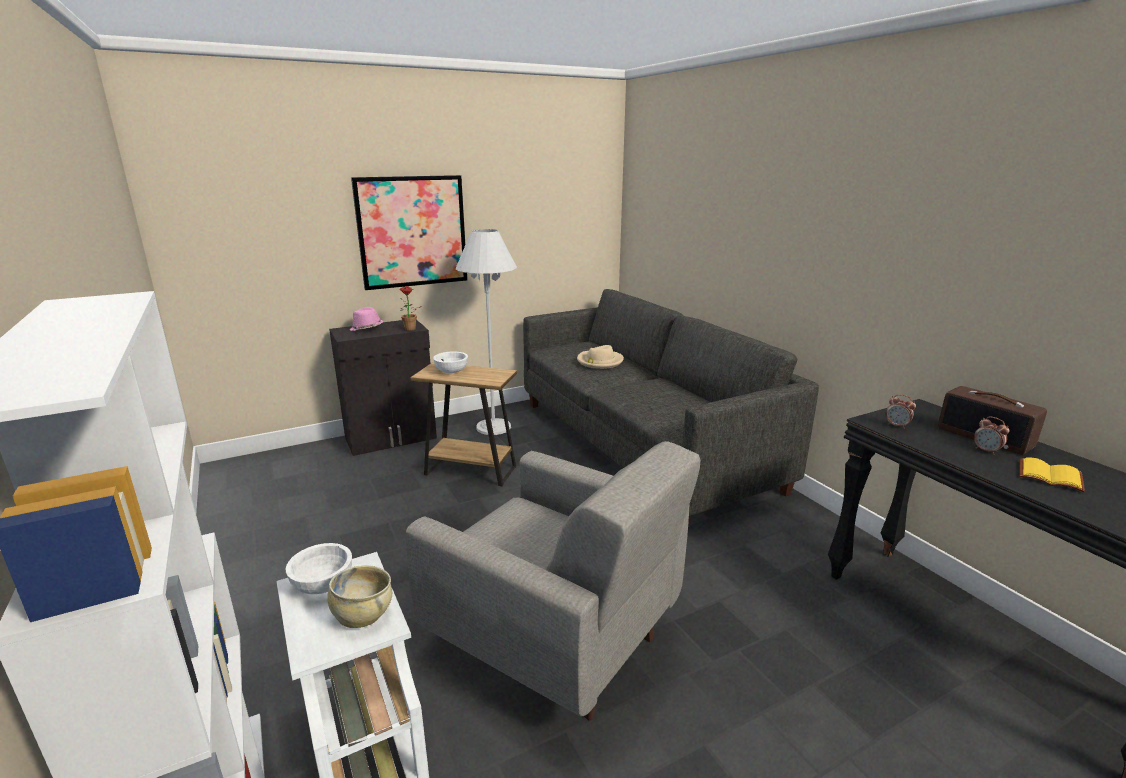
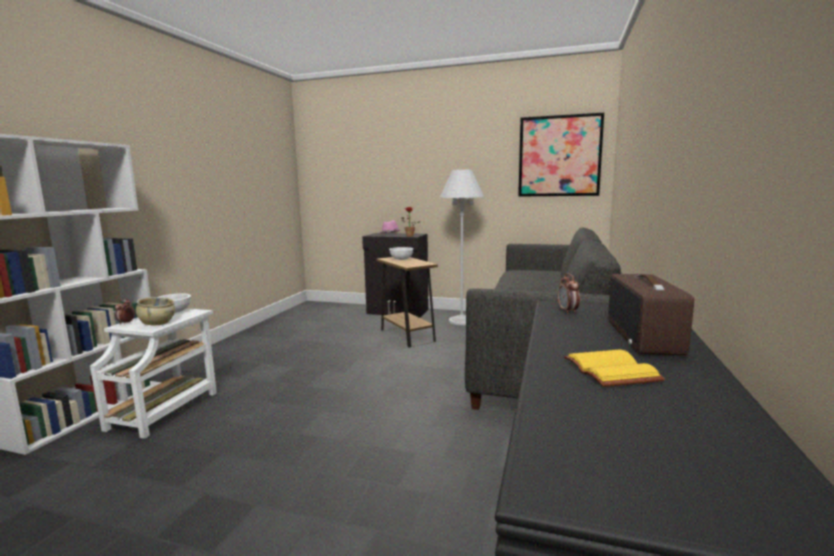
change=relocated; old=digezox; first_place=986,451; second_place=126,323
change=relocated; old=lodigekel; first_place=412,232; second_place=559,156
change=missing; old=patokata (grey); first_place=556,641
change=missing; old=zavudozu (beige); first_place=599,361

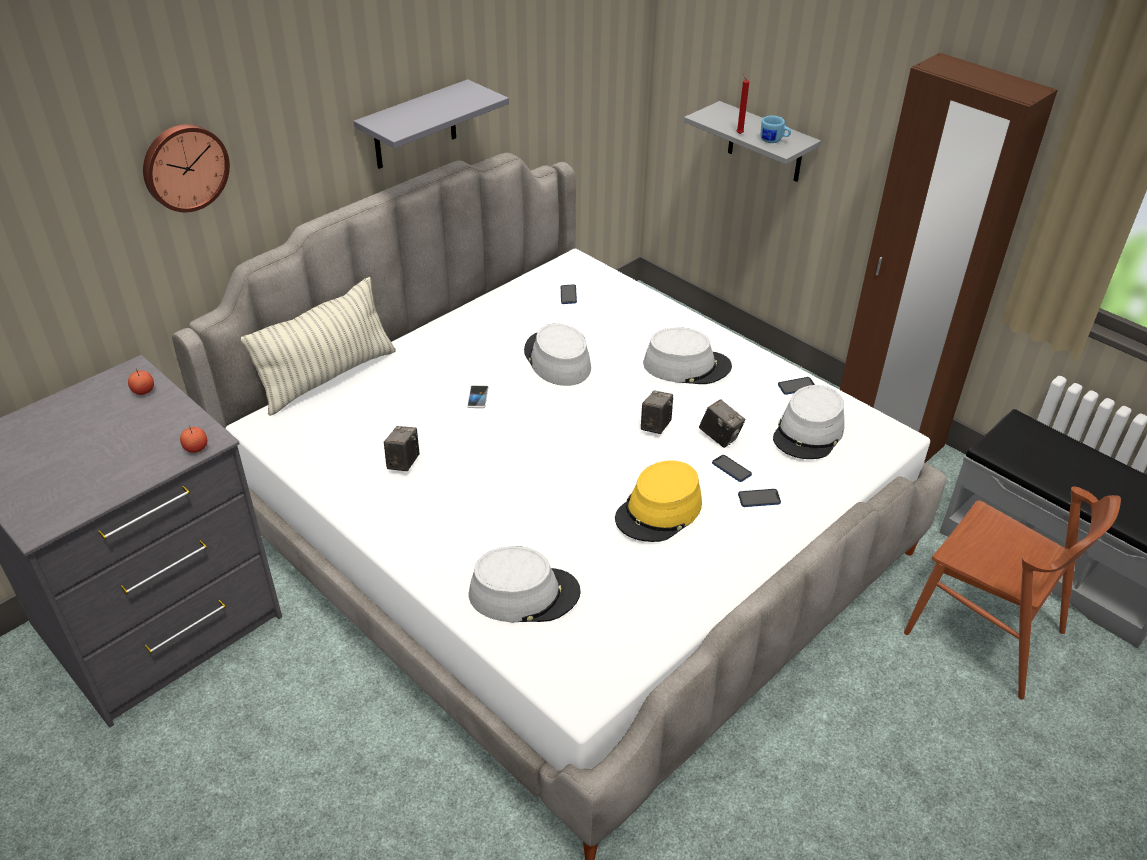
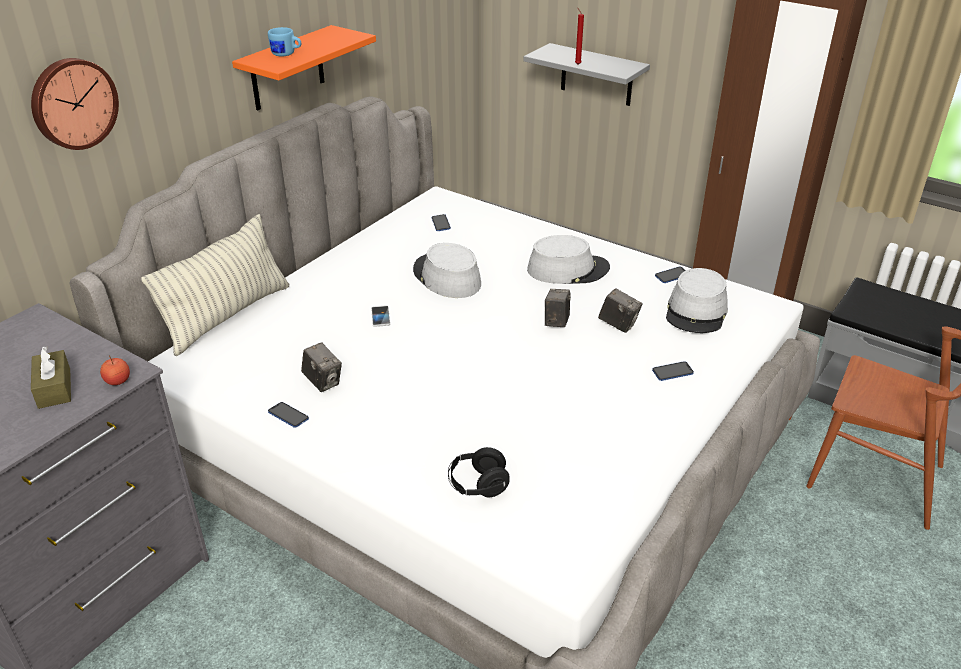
change=appeared; new=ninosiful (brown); second_place=54,388
change=colour; old=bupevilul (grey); new=bupevilul (orange); first_place=415,126; second_place=287,69
change=relocated; old=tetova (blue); first_place=774,141; second_place=286,54
change=relocated; old=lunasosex; first_place=731,469; second_place=288,415
change=spun; old=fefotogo; first_place=403,462; second_place=323,382; degrees=135
change=exchanged; old=zavudozu (grey); new=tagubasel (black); first_place=524,593; second_place=478,485
change=missing; old=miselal; first_place=143,391
change=missing; old=zavudozu (yellow); first_place=659,511

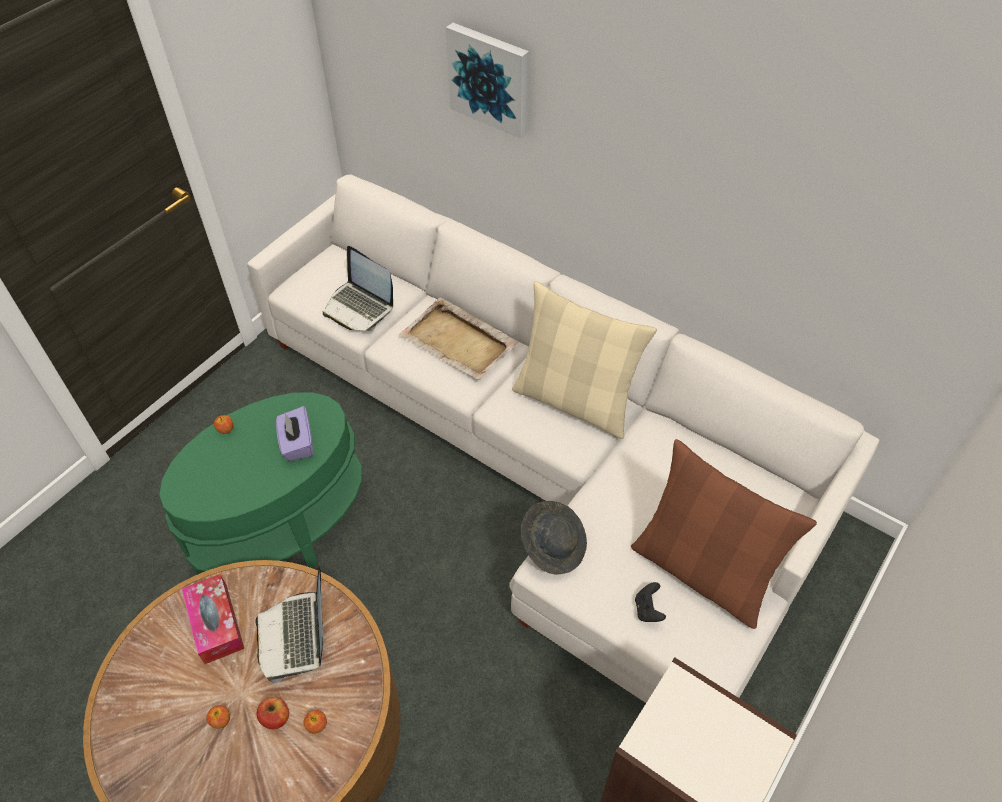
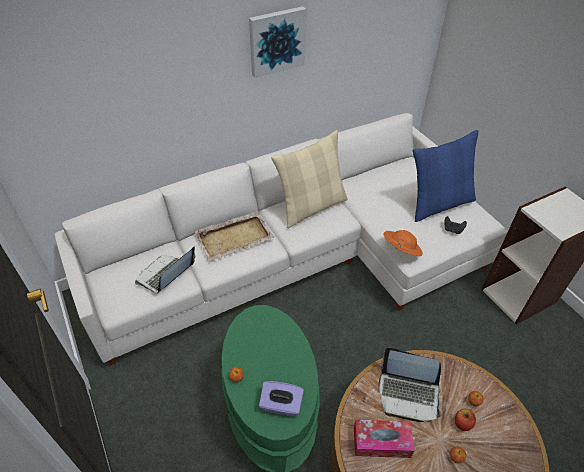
change=spun; old=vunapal; first_place=359,307; second_place=166,275; degrees=150
change=relocated; old=lodigekel; first_place=490,79; second_place=276,41
change=relocated; old=ninosiful (purple); first_place=297,444; second_place=281,405
change=colour; old=zavudozu (grey); new=zavudozu (orange); first_place=553,545; second_place=400,250
change=colour; old=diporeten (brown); new=diporeten (blue); first_place=702,571; second_place=439,204

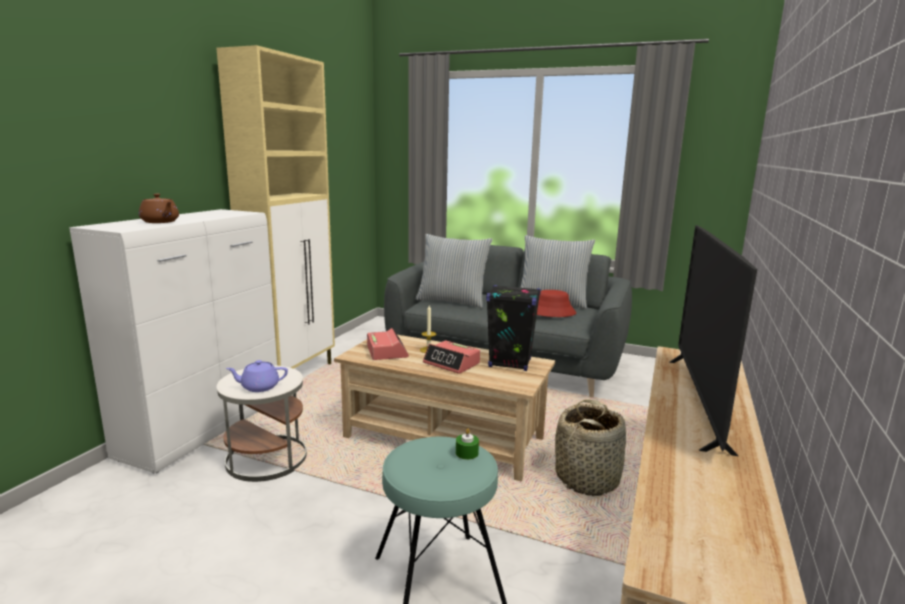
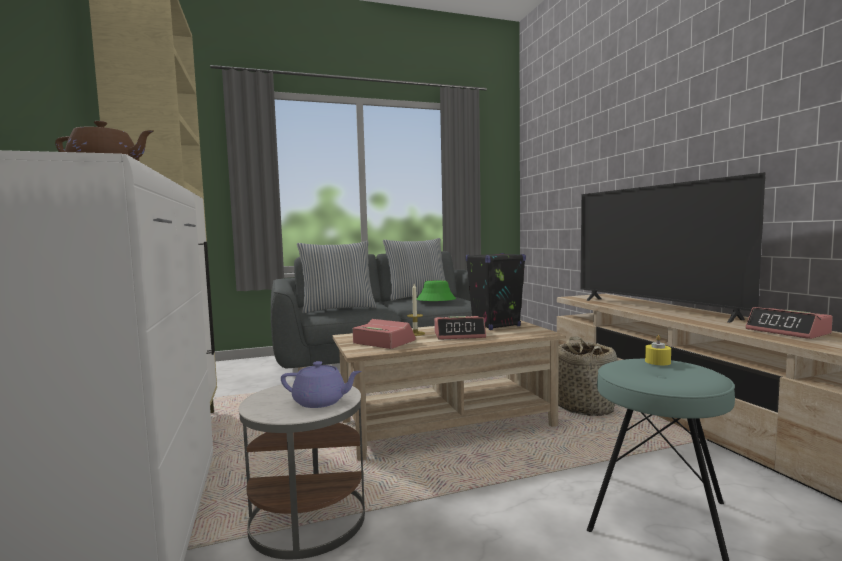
change=spun; old=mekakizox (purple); first_place=259,387; second_place=321,402; degrees=-120
change=colour; old=zavudozu (red); new=zavudozu (green); first_place=551,312; second_place=436,300
change=colour; old=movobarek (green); new=movobarek (yellow); first_place=467,453; second_place=657,362
change=appeared; new=digezox; second_place=788,332

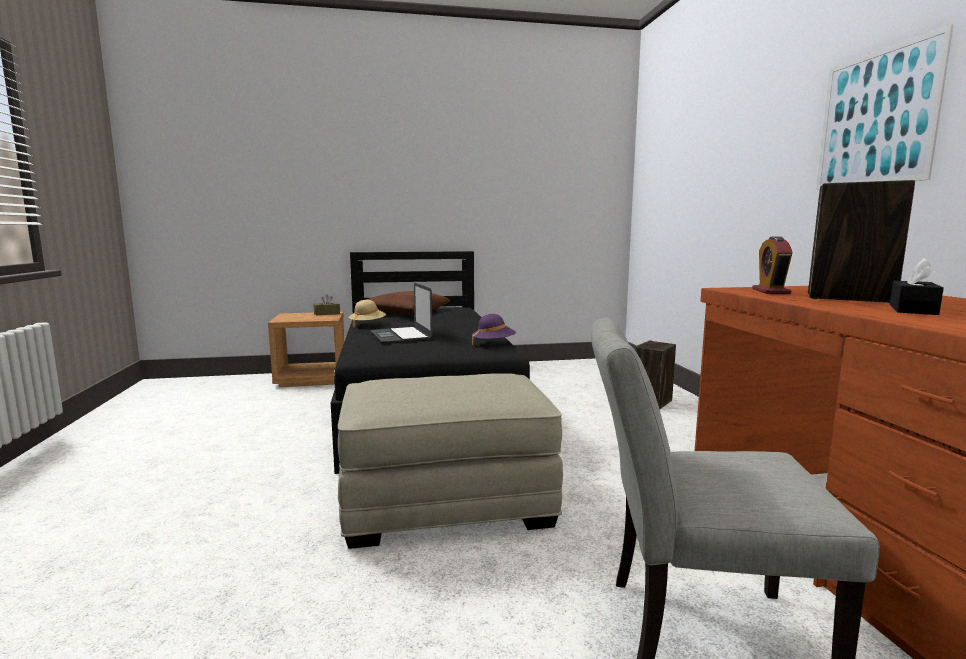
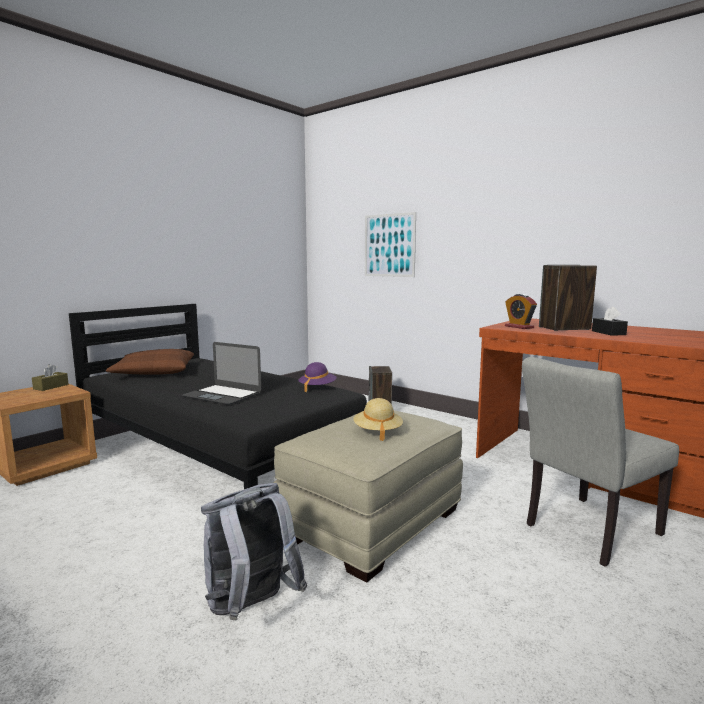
change=appeared; new=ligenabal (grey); second_place=251,608
change=relocated; old=zavudozu (beige); first_place=367,325; second_place=377,432
change=relocated; old=lodigekel; first_place=875,118; second_place=389,245

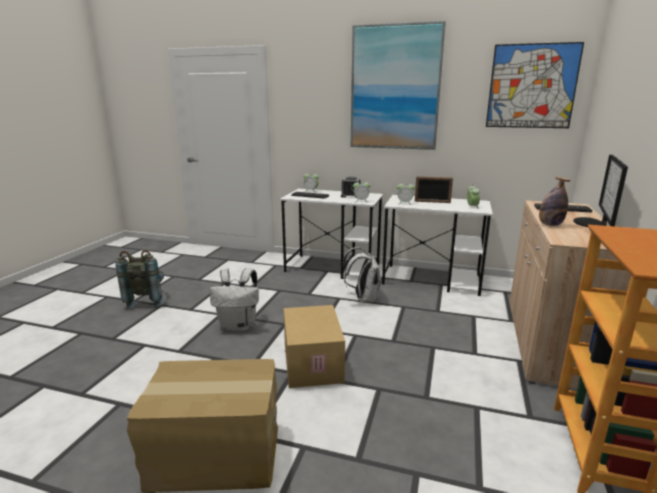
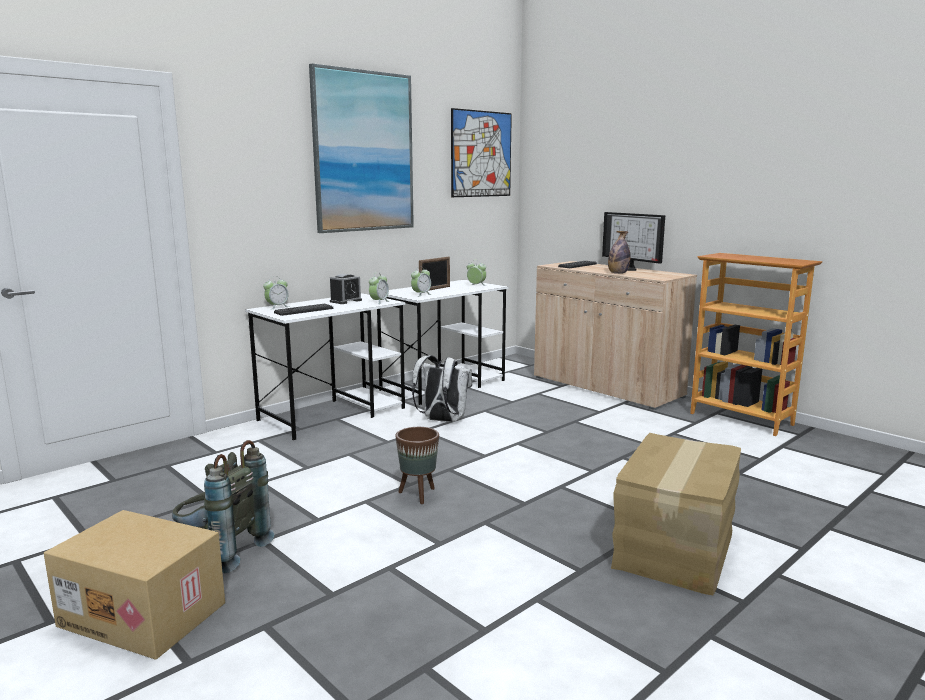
change=relocated; old=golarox; first_place=314,363; second_place=145,613
change=exchanged; old=ligenabal (white); new=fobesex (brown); first_place=239,326; second_place=418,495

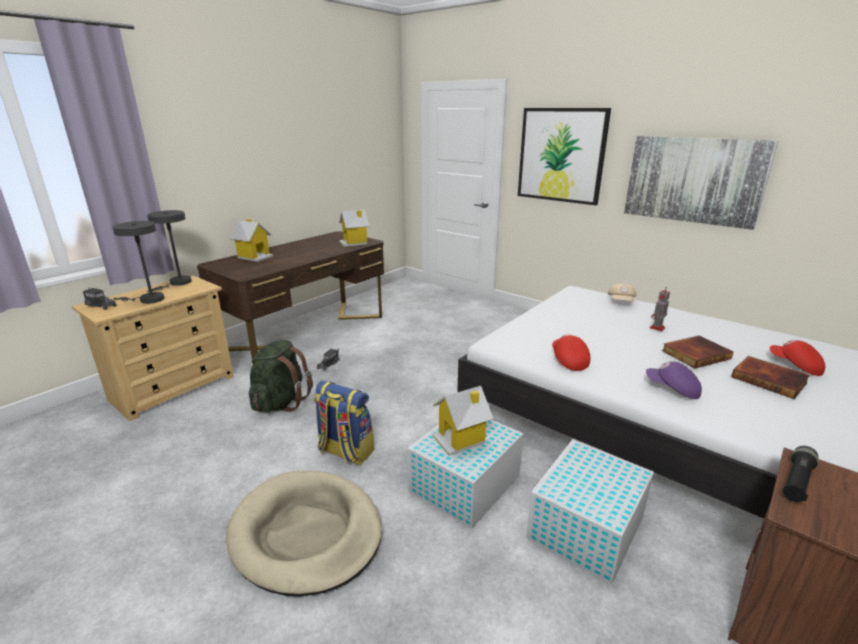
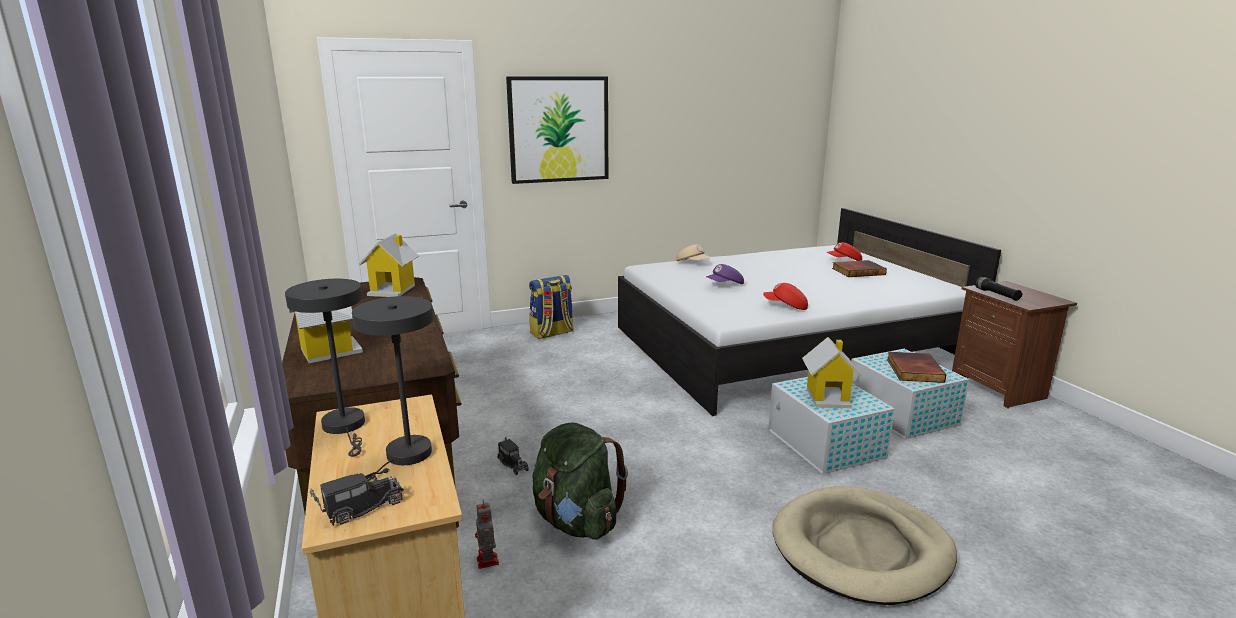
change=relocated; old=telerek; first_place=656,328; second_place=488,562
change=relocated; old=ligenabal; first_place=345,451; second_place=552,333
change=relocated; old=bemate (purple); first_place=672,389; second_place=725,285
change=relocated; old=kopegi; first_place=695,354; second_place=913,370
change=missing; old=lodigekel; first_place=693,180

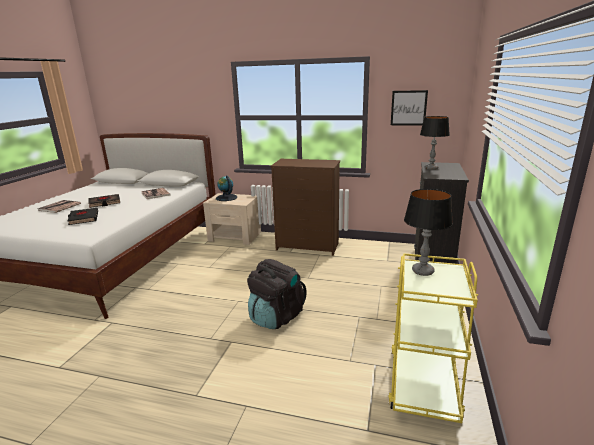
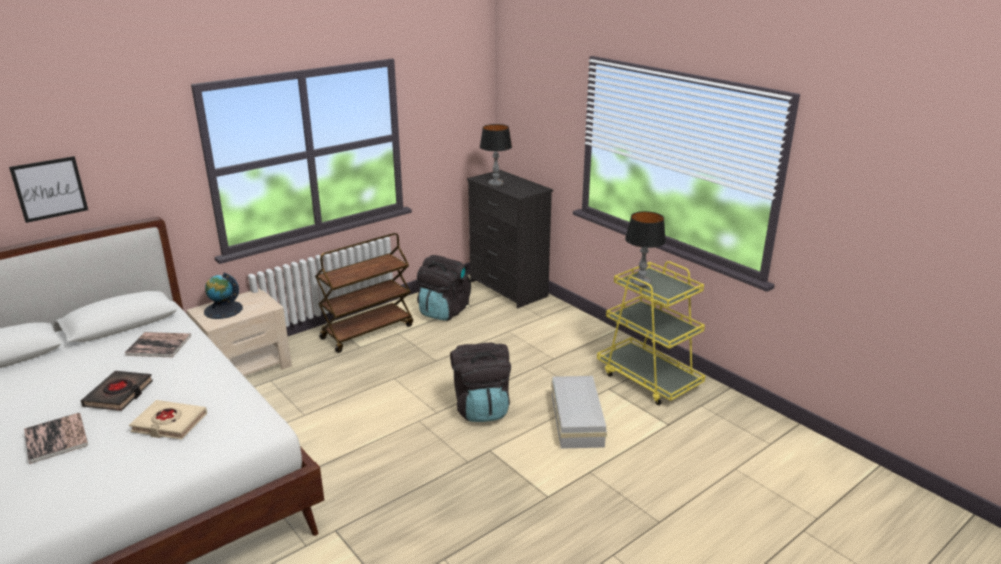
change=relocated; old=lodigekel; first_place=408,108; second_place=50,189
change=colour; old=kopegi (black); new=kopegi (beige); first_place=83,218; second_place=169,423
change=exchanged; old=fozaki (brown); new=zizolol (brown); first_place=308,246; second_place=367,331
change=appeared; new=ligenabal (black); second_place=444,311
change=appeared; new=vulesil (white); second_place=577,419

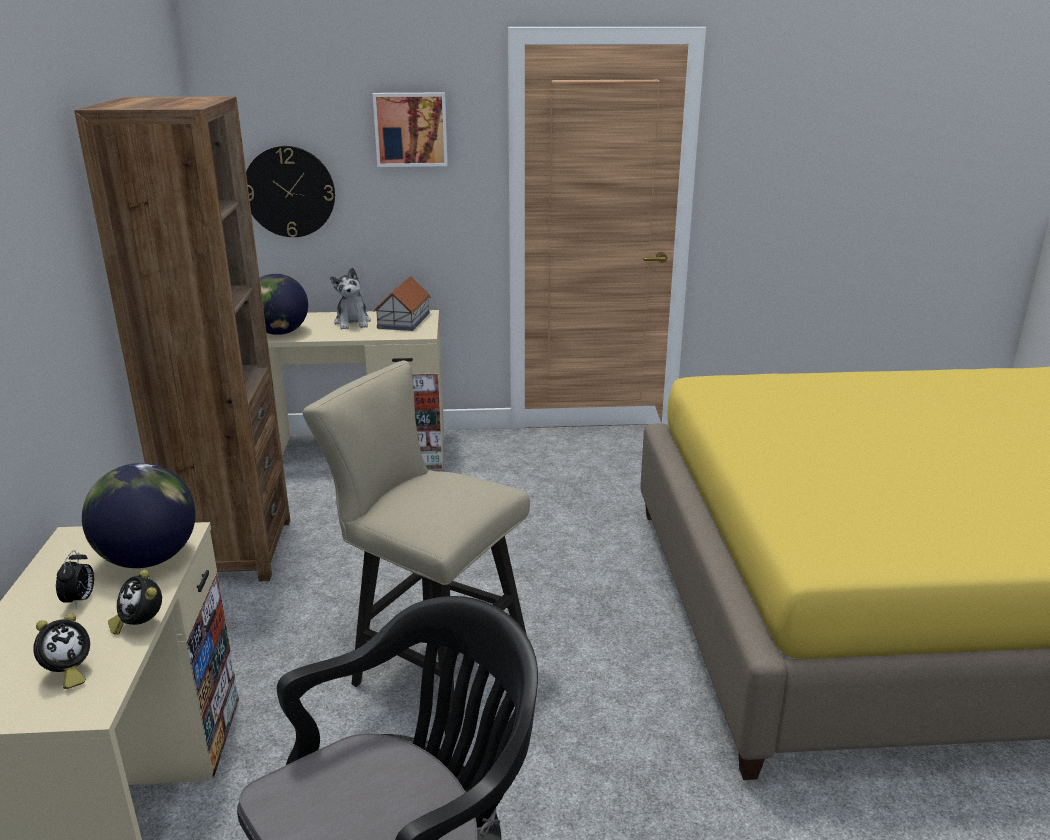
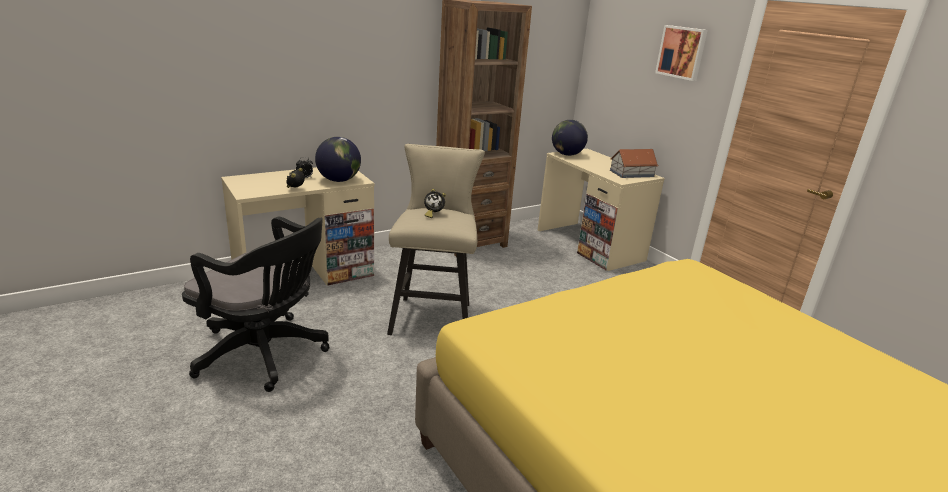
change=relocated; old=digezox; first_place=67,674; second_place=433,214
change=missing; old=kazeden; first_place=289,192
change=missing; old=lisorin; first_place=353,322

